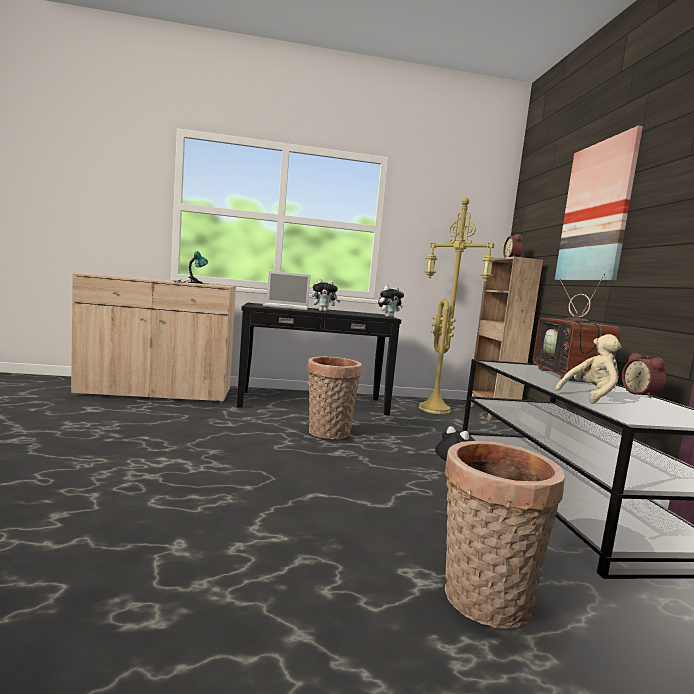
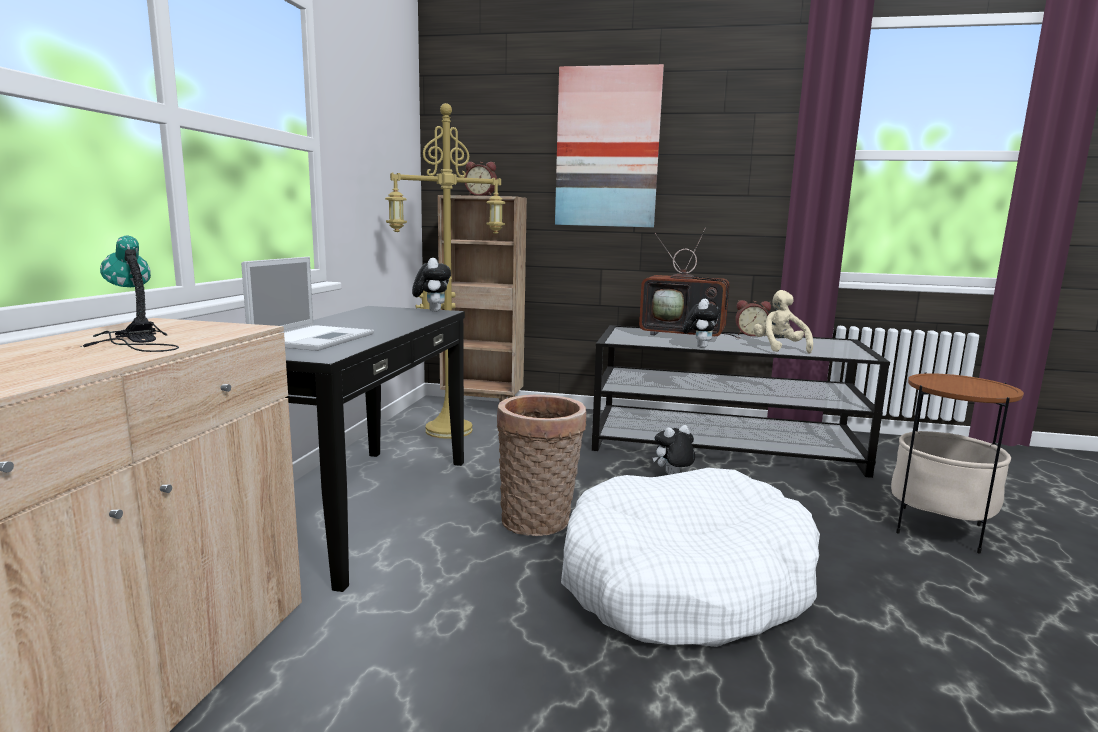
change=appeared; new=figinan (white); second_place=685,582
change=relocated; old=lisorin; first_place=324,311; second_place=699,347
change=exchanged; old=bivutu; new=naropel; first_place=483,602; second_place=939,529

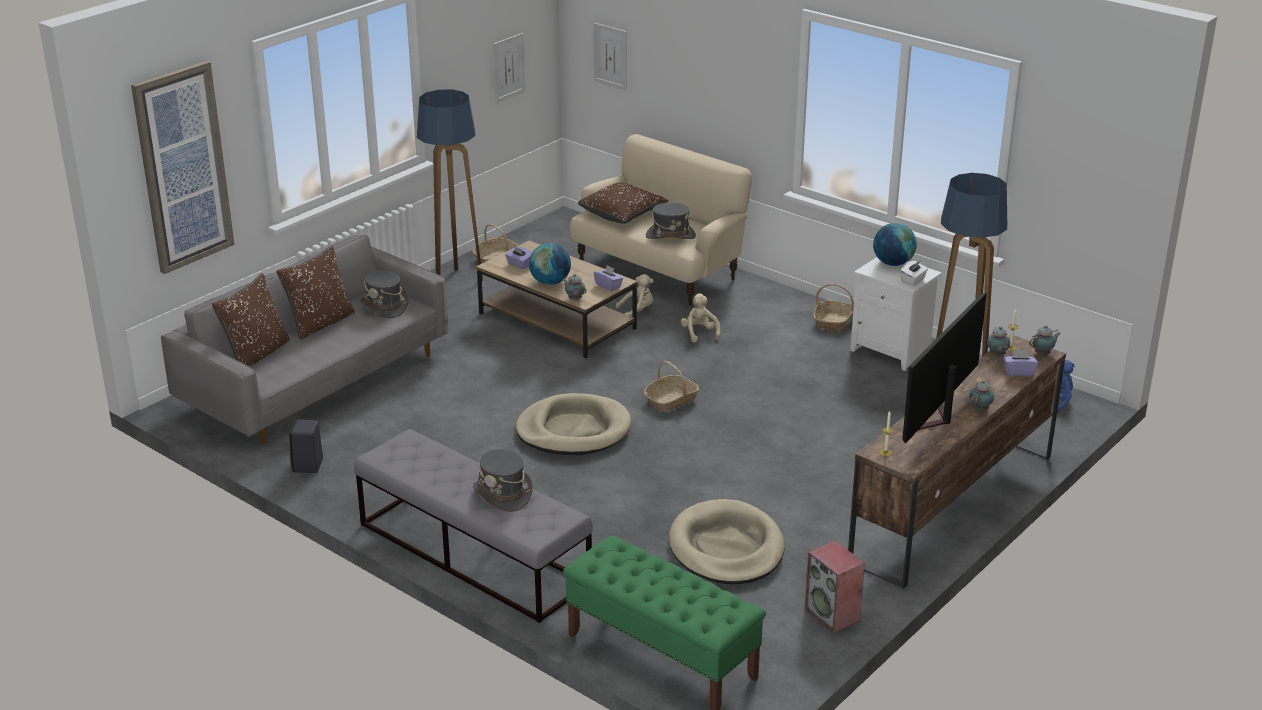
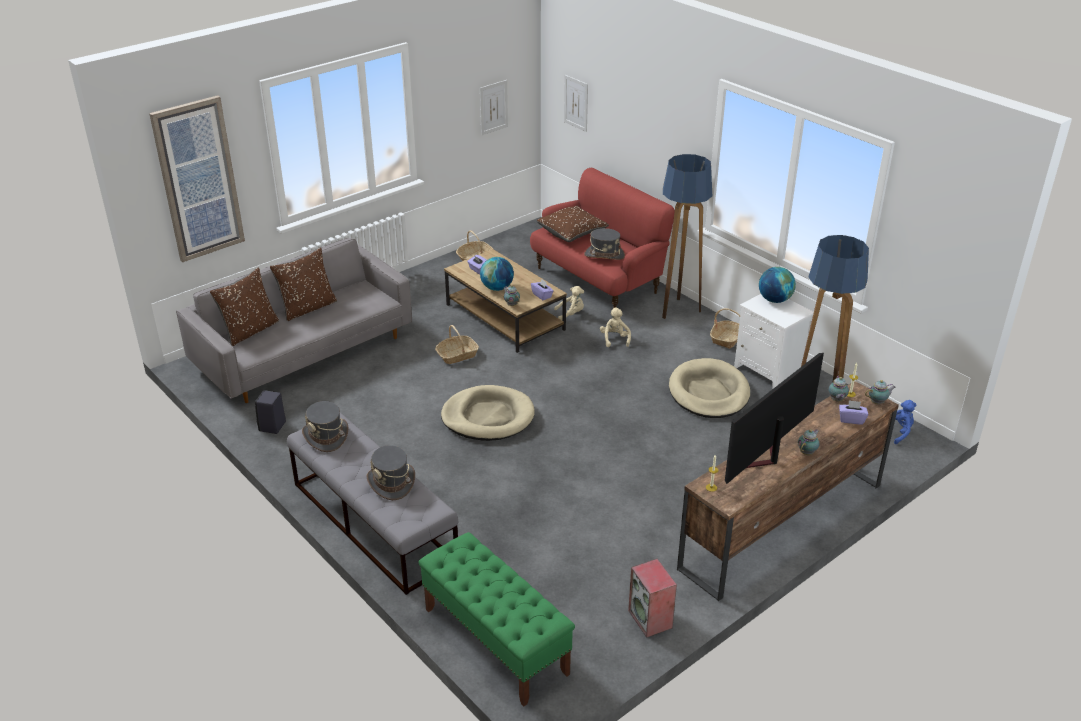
change=relocated; old=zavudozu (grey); first_place=385,306; second_place=326,436
change=relocated; old=bivutu; first_place=671,400; second_place=457,355
change=colour; old=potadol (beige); new=potadol (red); first_place=658,270; second_place=598,279
change=relocated; old=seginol; first_place=455,281; second_place=677,311
change=relocated; old=figinan (beige); first_place=726,548; second_place=709,392
change=missing; old=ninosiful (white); first_place=913,280

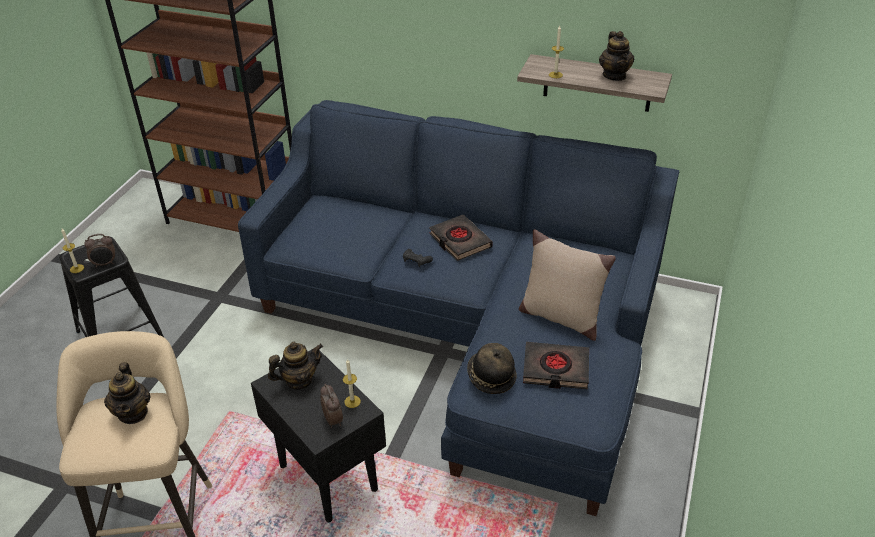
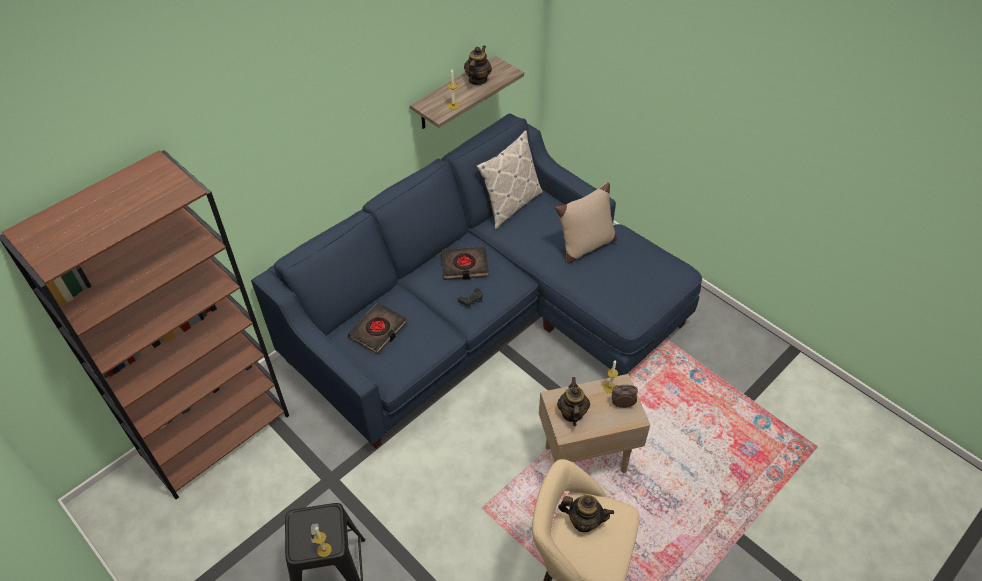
change=relocated; old=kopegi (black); first_place=555,369; second_place=378,330
change=spun; old=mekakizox; first_place=614,75; second_place=477,80; degrees=-90
change=appeared; new=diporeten; second_place=510,205
change=colour; old=naropel (black); new=naropel (beige); first_place=328,476; second_place=584,459
change=missing; old=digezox; first_place=105,264
change=missing; old=zavudozu; first_place=490,377

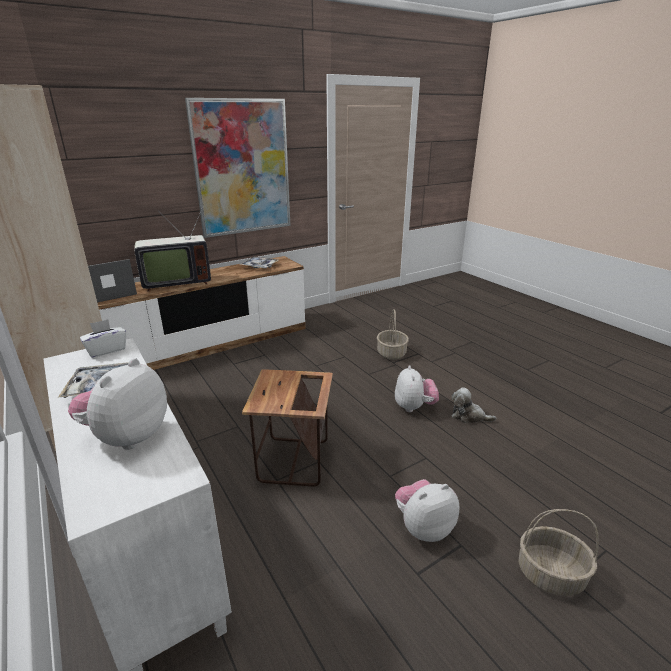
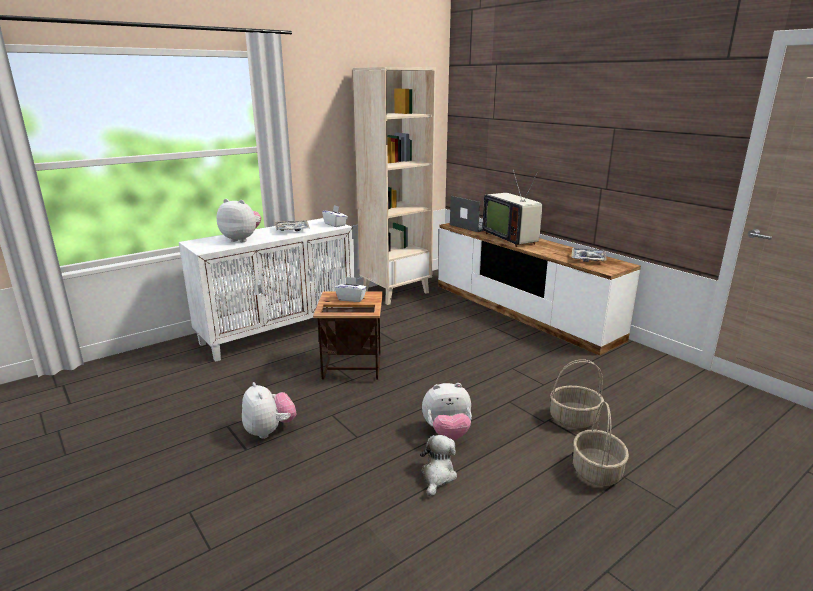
change=appeared; new=ninosiful (white); second_place=351,299
change=relocated; old=bivutu; first_place=549,574; second_place=596,471
change=missing; old=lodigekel; first_place=242,168

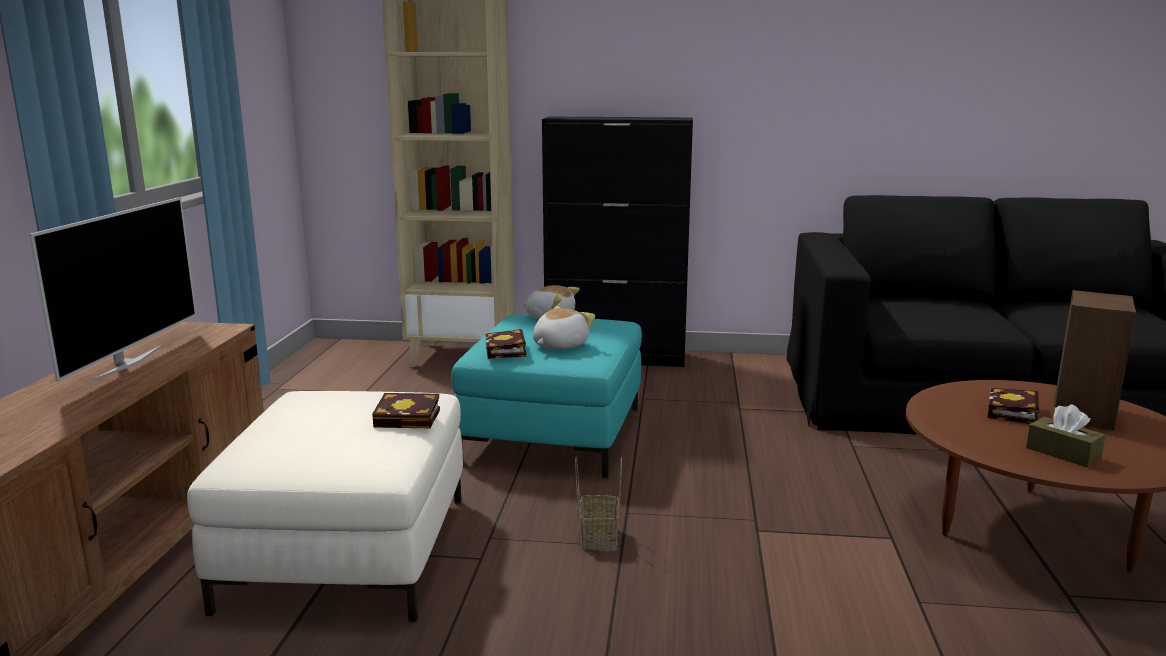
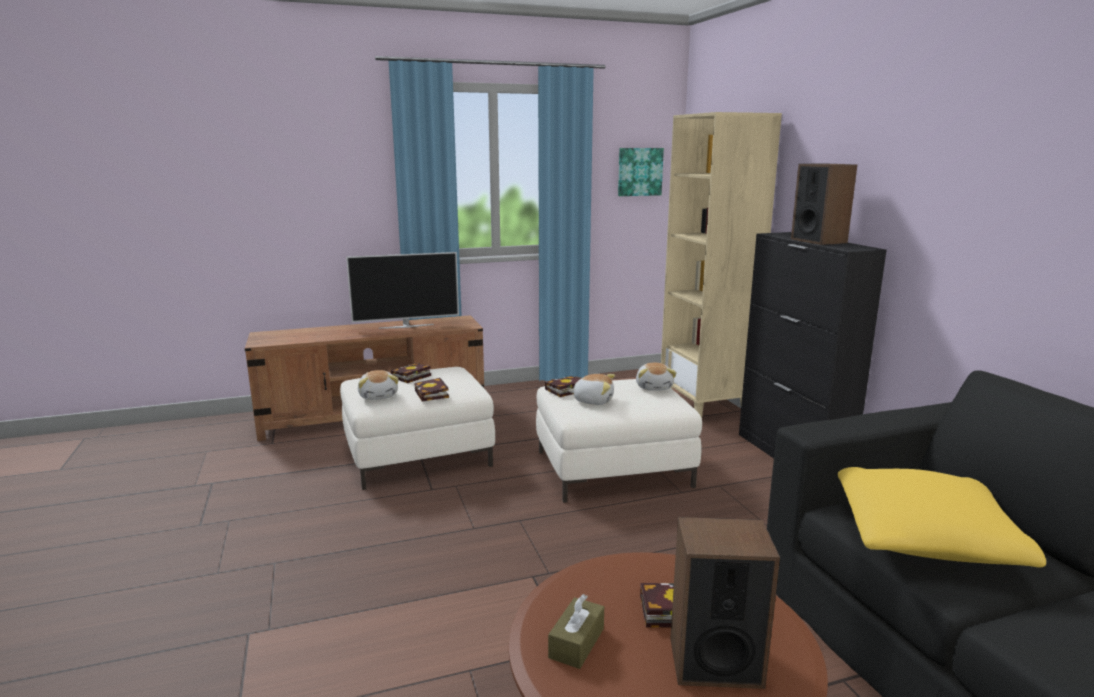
change=appeared; new=lisorin; second_place=379,396
change=appeared; new=kopegi; second_place=410,377
change=colour; old=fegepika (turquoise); new=fegepika (white); first_place=554,433; second_place=613,469
change=appeared; new=lodigekel; second_place=639,171
change=appeared; new=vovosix; second_place=818,241
change=appeared; new=diporeten (yellow); second_place=925,538
change=missing; old=bivutu; first_place=598,537

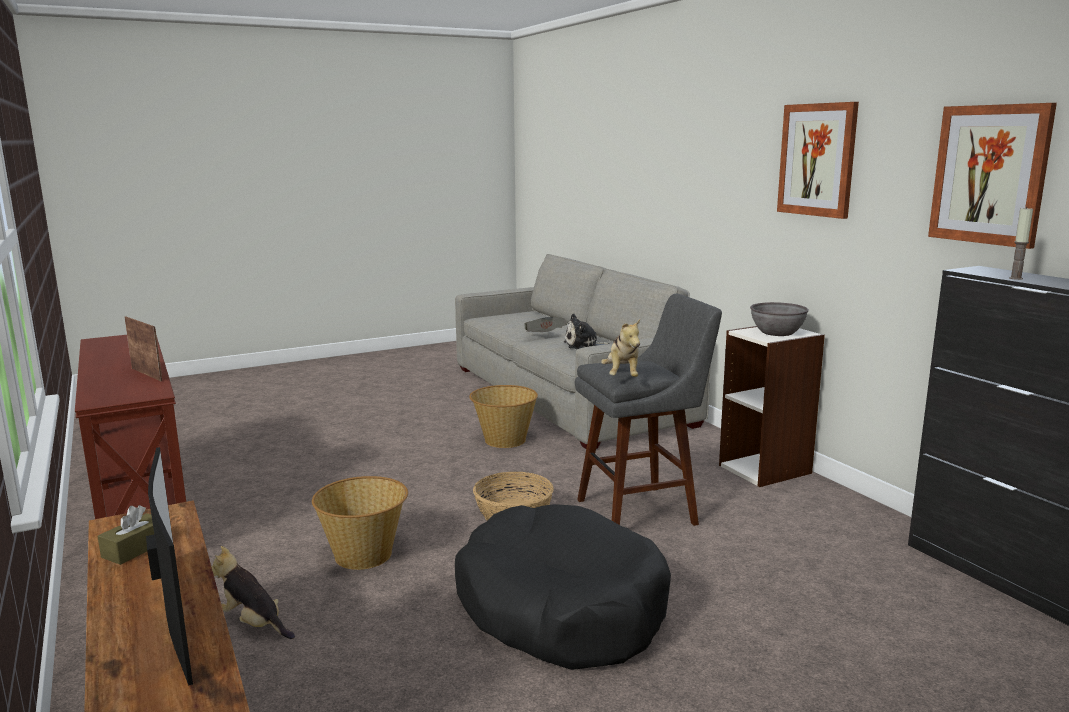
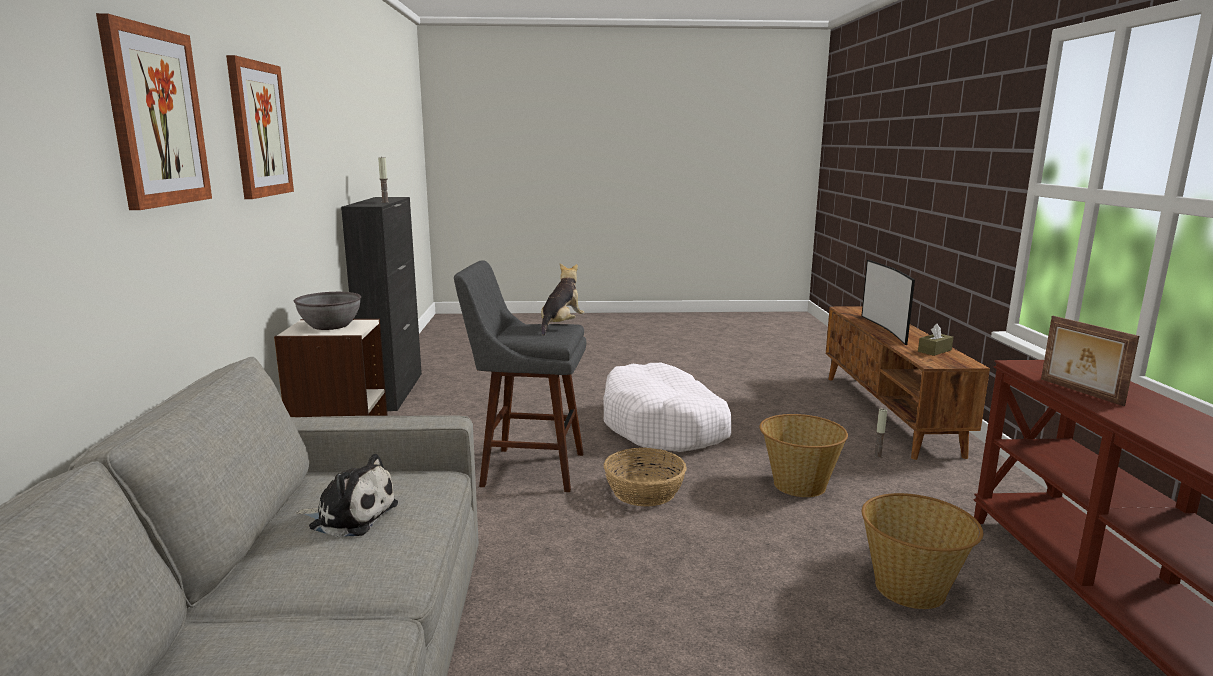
change=relocated; old=lodigekel; first_place=989,174; second_place=156,117
change=colour; old=figinan (black); new=figinan (white); first_place=561,607; second_place=664,426
change=relocated; old=bivutu; first_place=504,440; second_place=911,589
change=exchanged; old=lisorin; new=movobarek; first_place=253,624; second_place=877,456
change=missing; old=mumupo; first_place=545,337

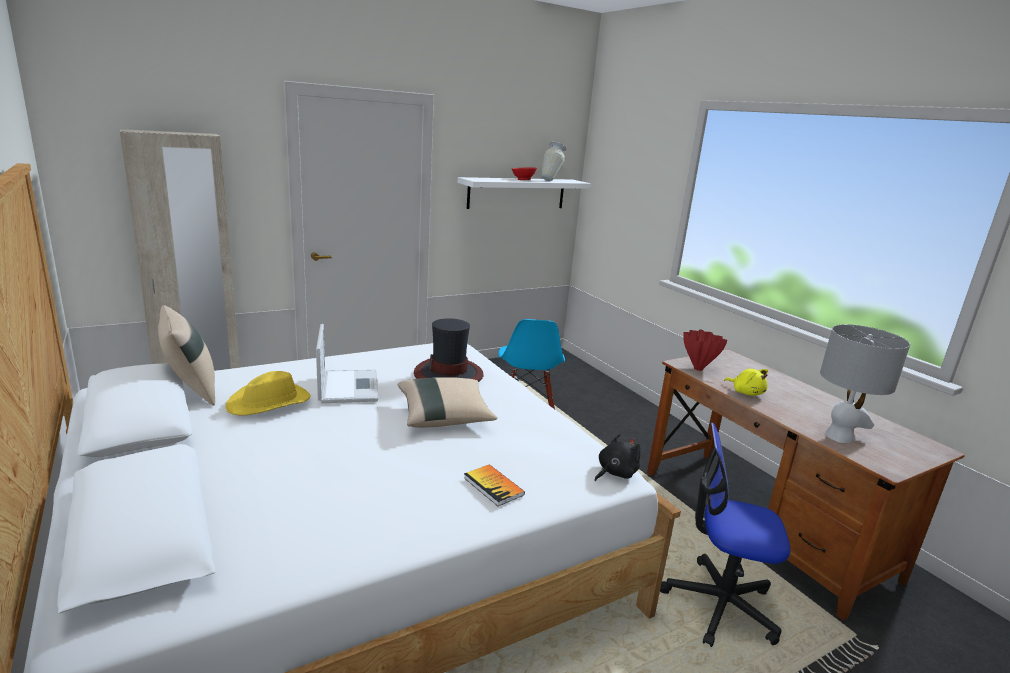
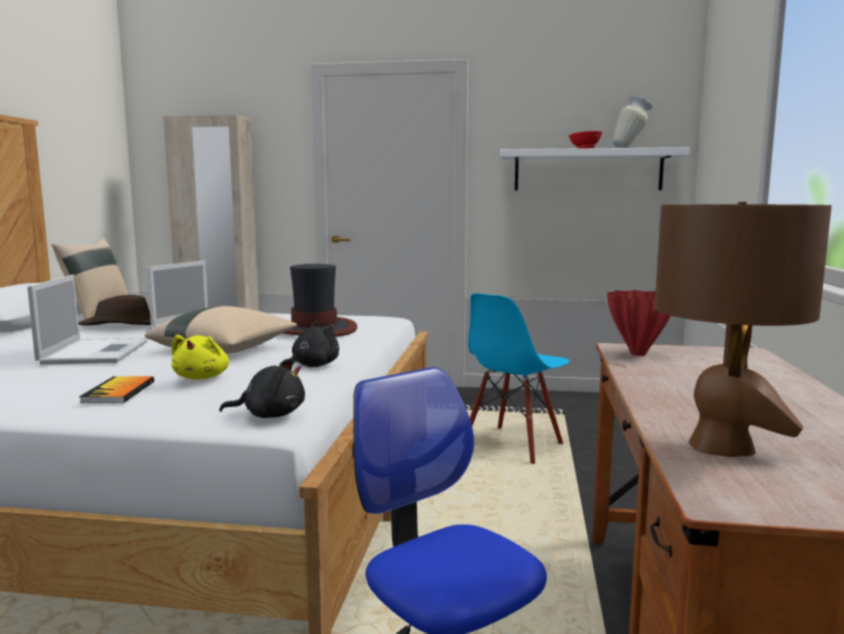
change=appeared; new=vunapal; second_place=95,352
change=colour; old=zavudozu (yellow); new=zavudozu (brown); first_place=270,402; second_place=122,324
change=relocated; old=lisorin (yellow); first_place=746,392; second_place=202,377
change=appeared; new=lisorin (black); second_place=312,366
change=colour; old=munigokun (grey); new=munigokun (brown); first_place=839,436; second_place=721,447

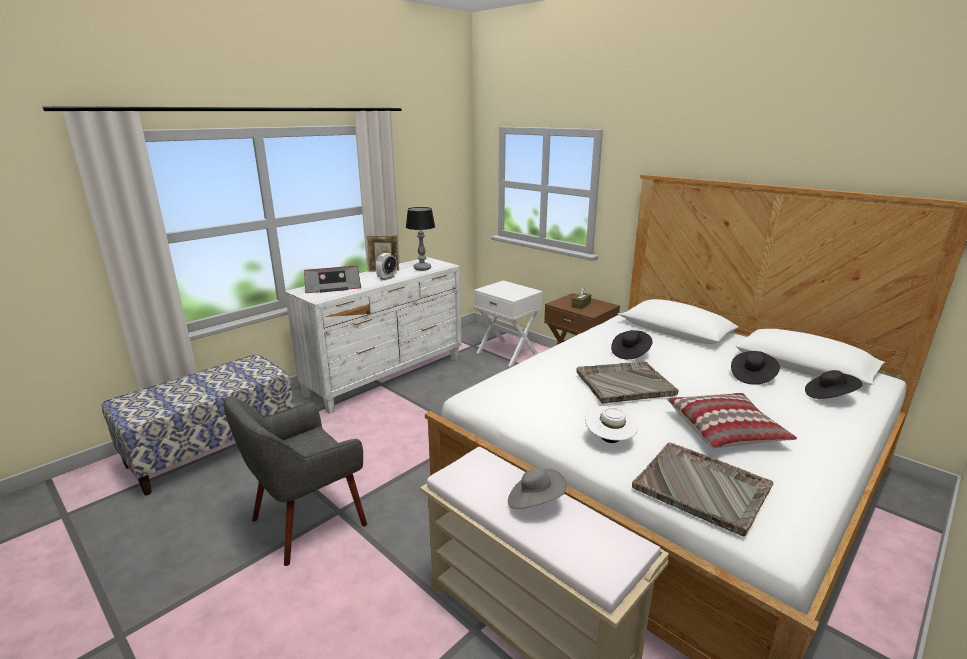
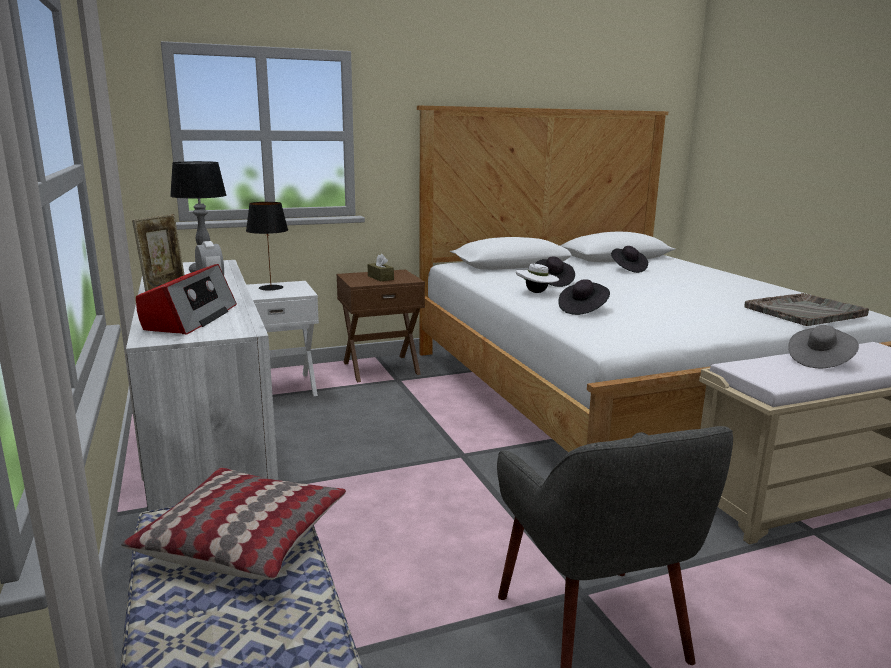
change=relocated; old=diporeten; first_place=725,430; second_place=244,539
change=appeared; new=munigokun (black); second_place=271,288
change=relocated; old=zavudozu (white); first_place=609,440; second_place=536,292
change=relocated; old=zavudozu (black); first_place=829,396; second_place=582,309
change=missing; old=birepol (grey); first_place=623,383

